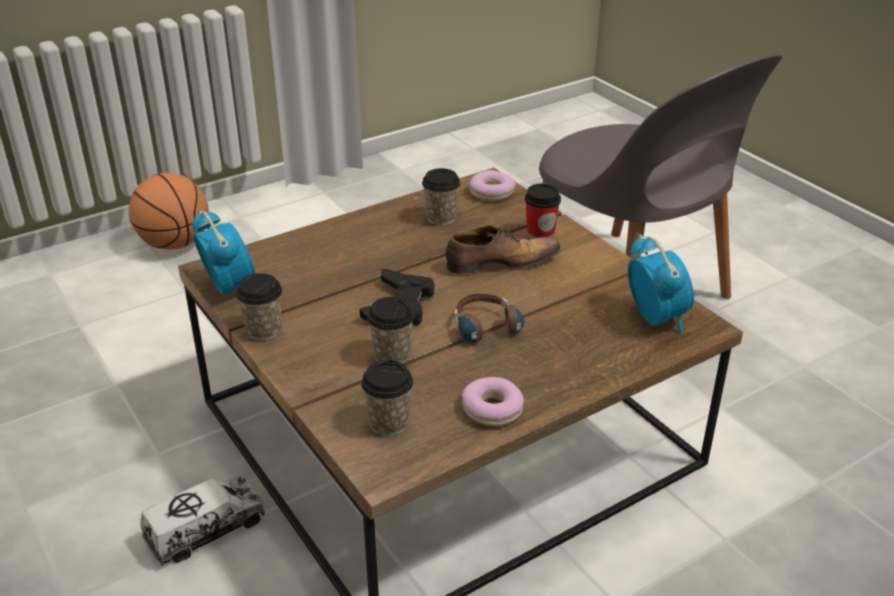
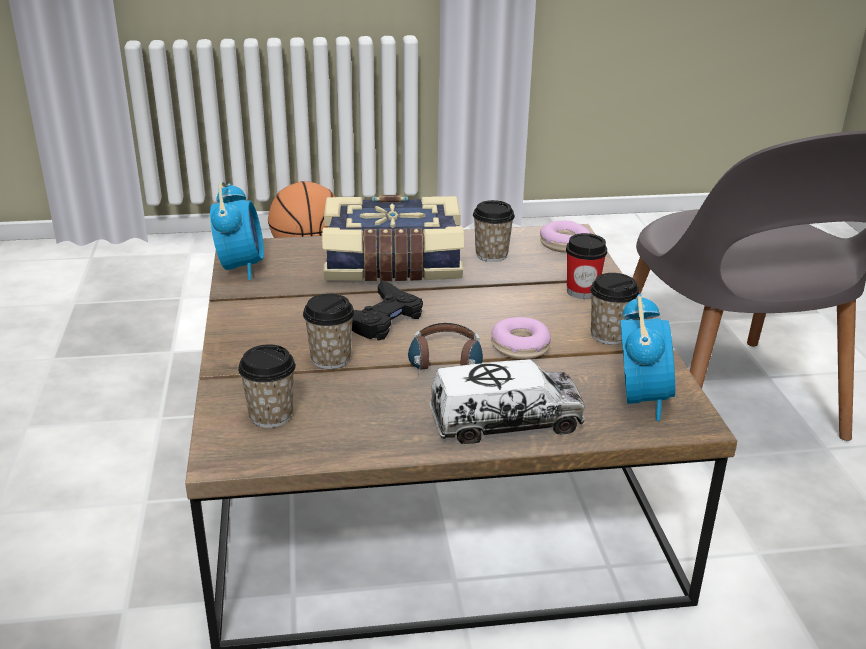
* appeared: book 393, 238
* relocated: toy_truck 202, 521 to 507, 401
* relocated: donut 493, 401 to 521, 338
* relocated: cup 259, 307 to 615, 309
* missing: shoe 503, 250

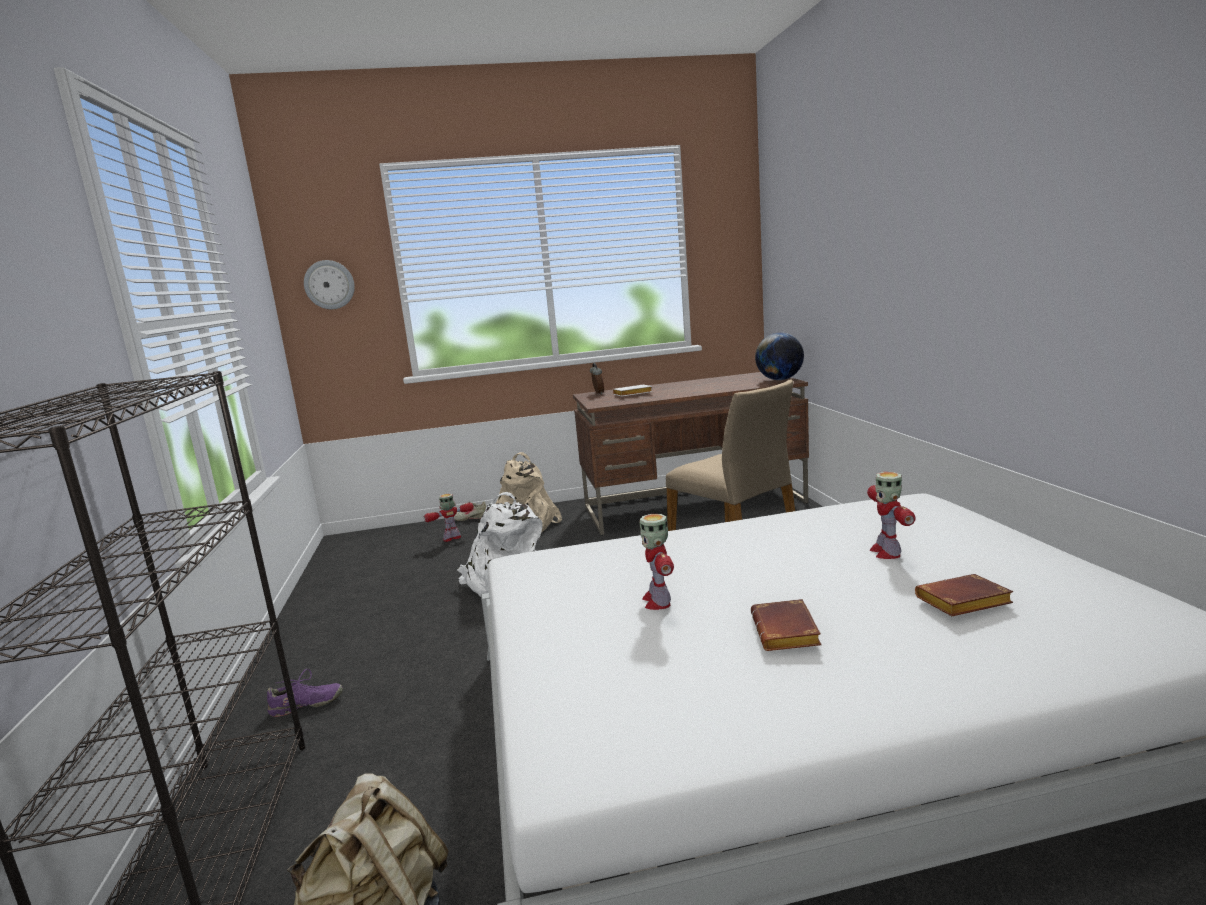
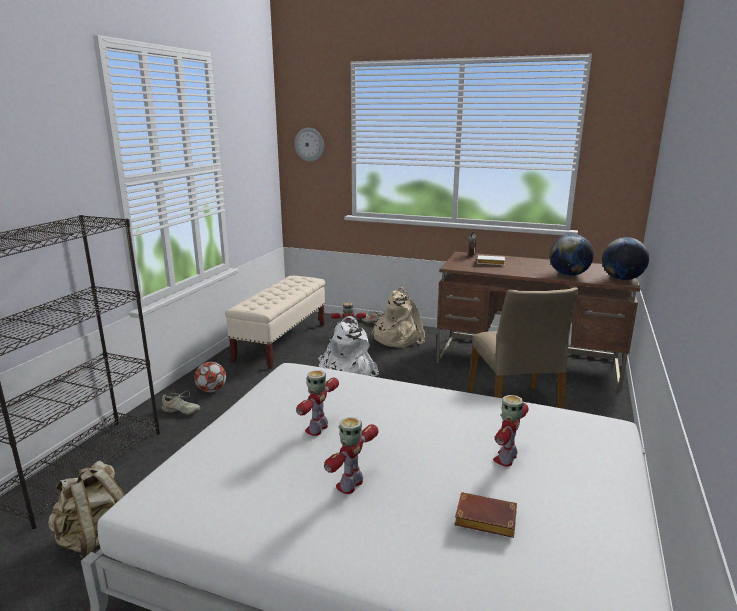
* colour: purple_shoe 305, 693 to beige_shoe 181, 403
* appeared: football 210, 377
* appeared: beige_bench 275, 322
* exchanged: brown_book 786, 625 to toy_robot 351, 455
* appeared: globe 571, 255

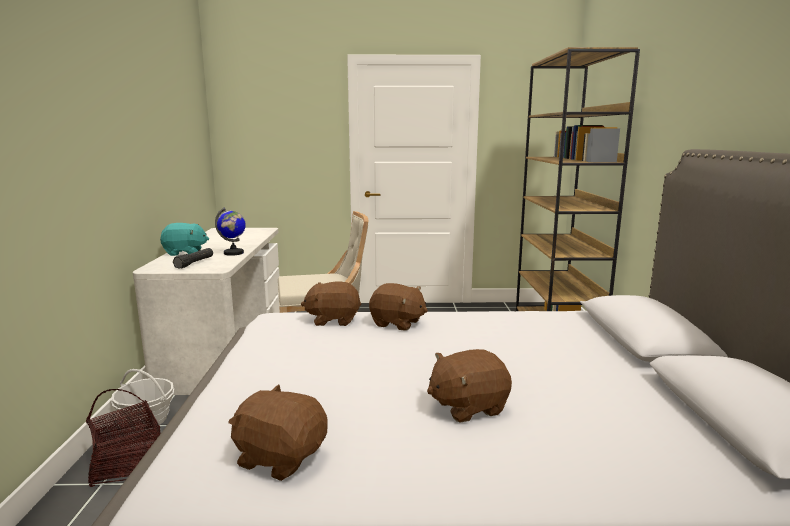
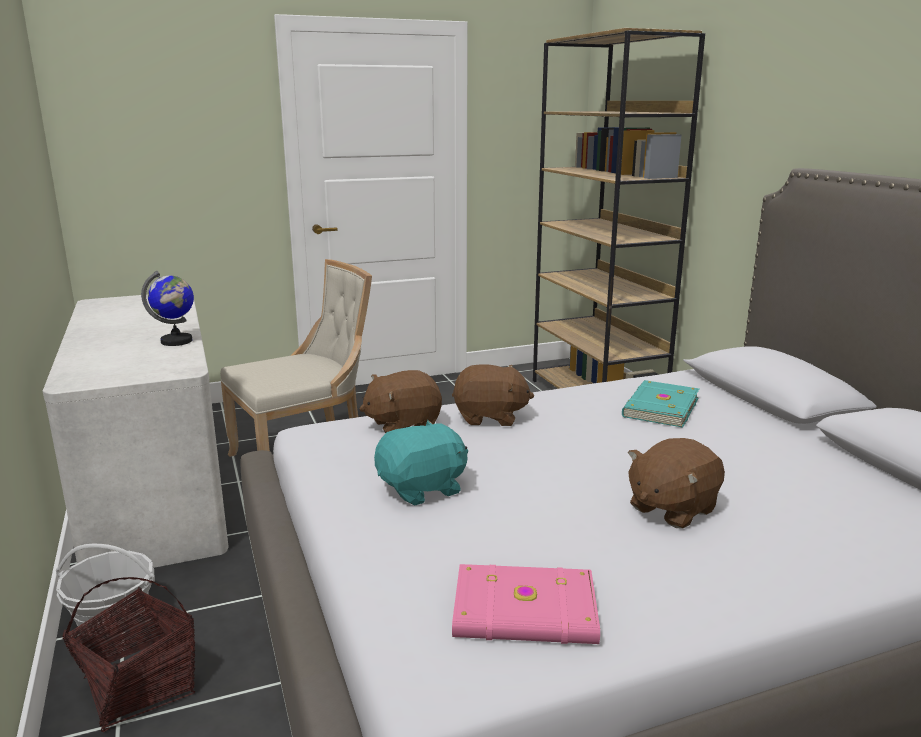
* relocated: turquoise_plush_toy 184, 239 to 421, 462
* exchanged: brown_plush_toy 277, 432 to pink_book 526, 604
* appeared: turquoise_book 660, 404
* missing: black_flashlight 193, 258

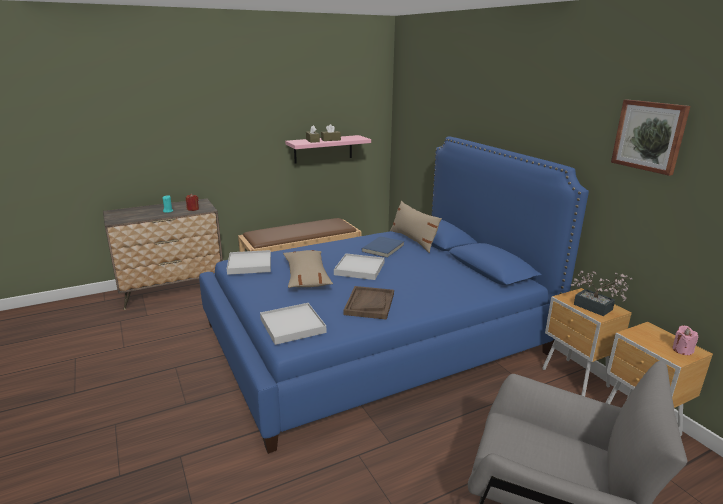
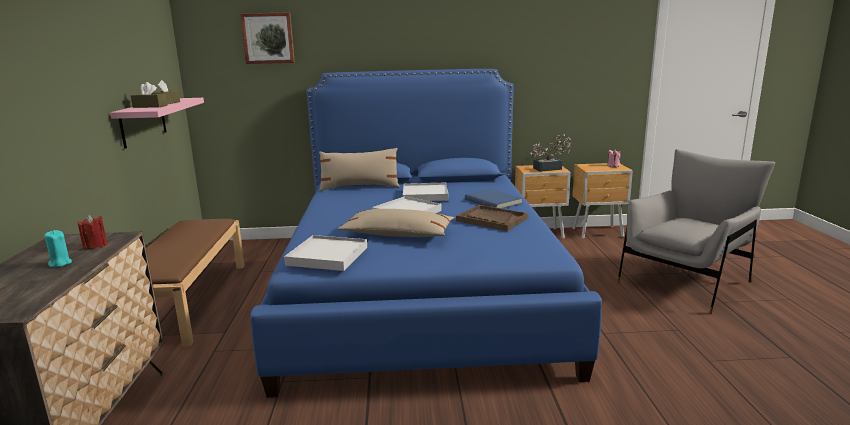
* relocated: picture 651, 137 to 267, 38
* relocated: white_tray 293, 324 to 425, 192
* relocated: blue_book 382, 247 to 493, 199

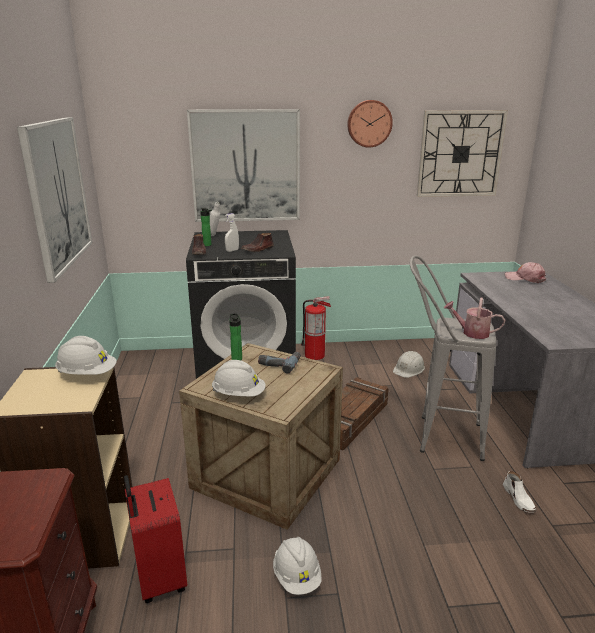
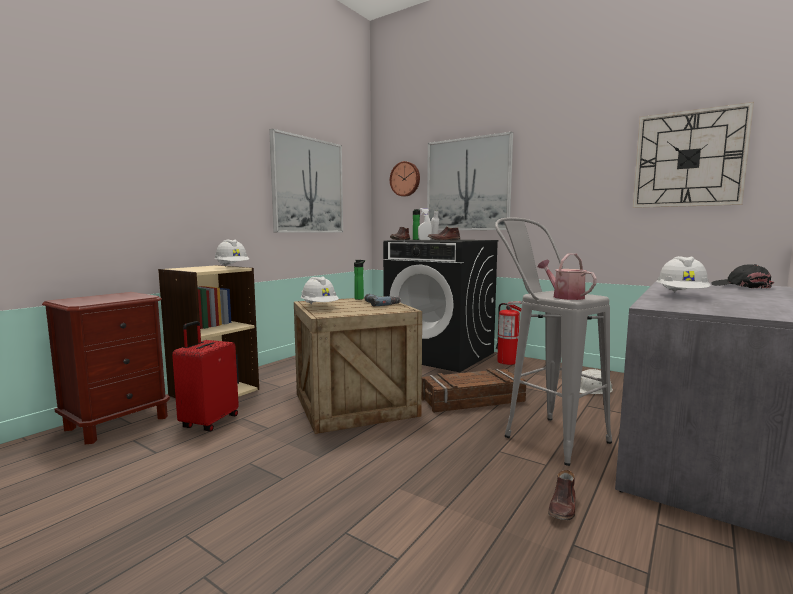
* relocated: wall_clock 370, 124 to 405, 179
* colour: white_shoe 519, 491 to brown_shoe 561, 495
* relocated: white_hard_hat 297, 566 to 683, 274
* colour: pink_cap 525, 272 to black_cap 742, 276

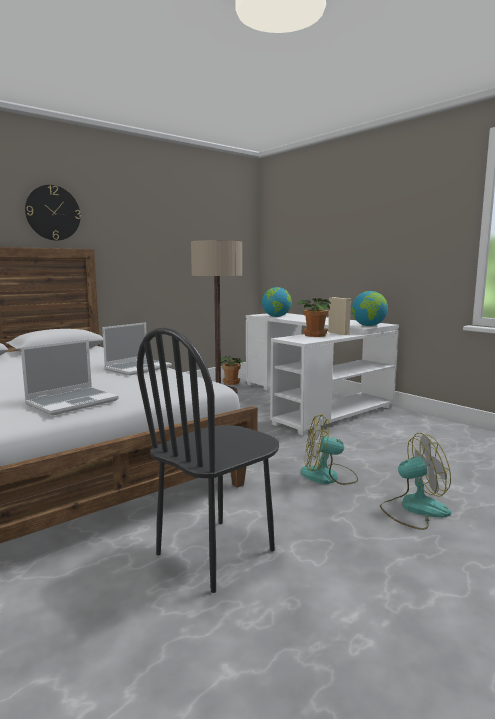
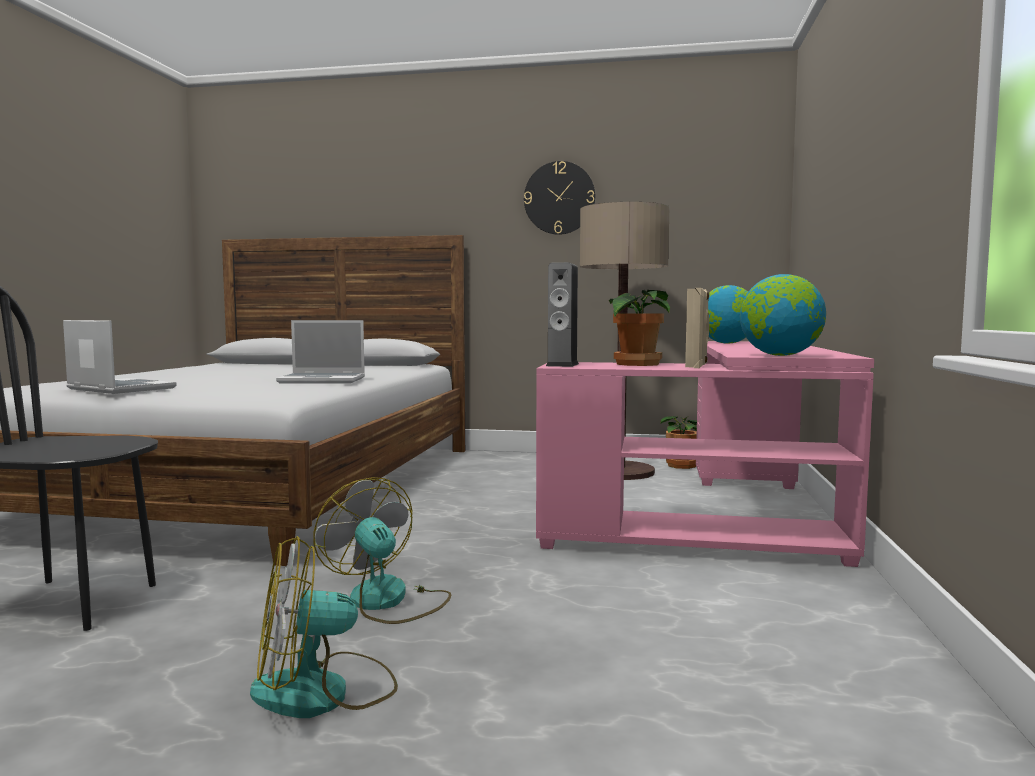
* spun: laptop 70, 377 = 120, 357 150 degrees counterclockwise
* spun: fan 415, 481 = 324, 627 120 degrees clockwise
* relocated: wall_clock 53, 212 to 559, 198
* colour: white_desk 322, 374 to pink_desk 705, 454
* appeared: speaker 562, 314

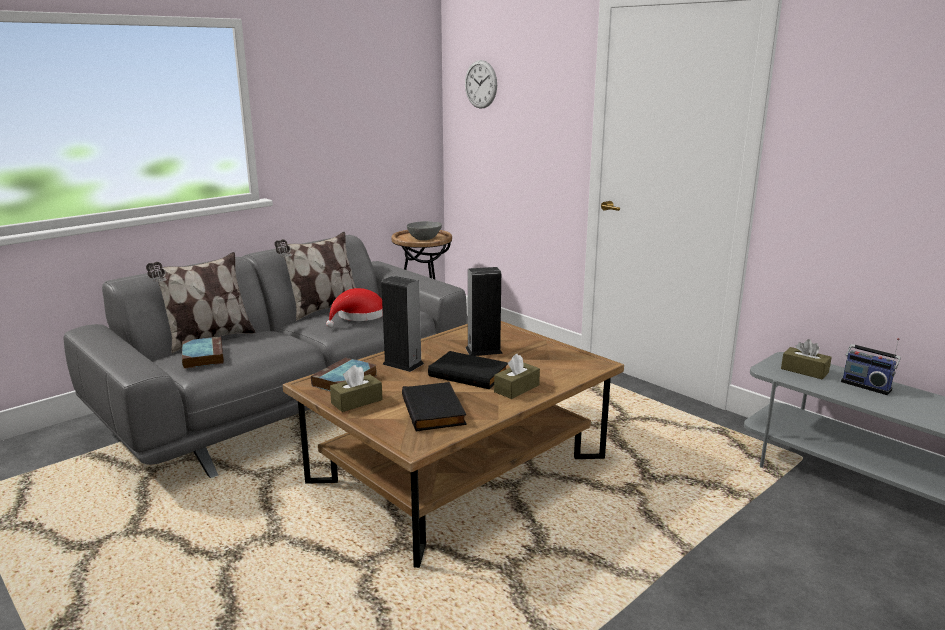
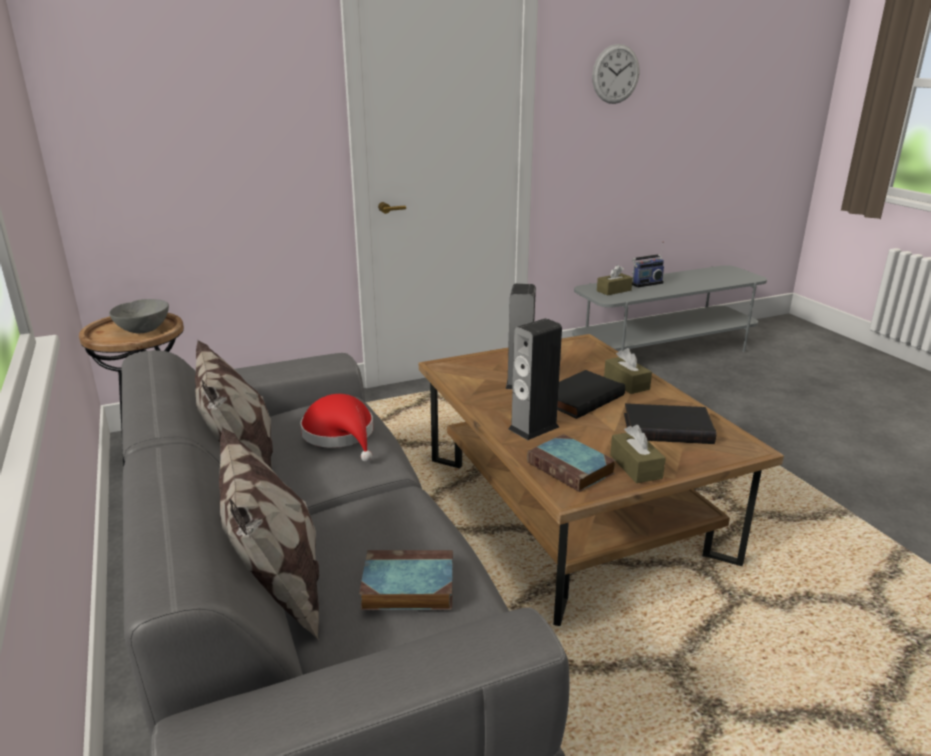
* relocated: wall_clock 481, 84 to 615, 74

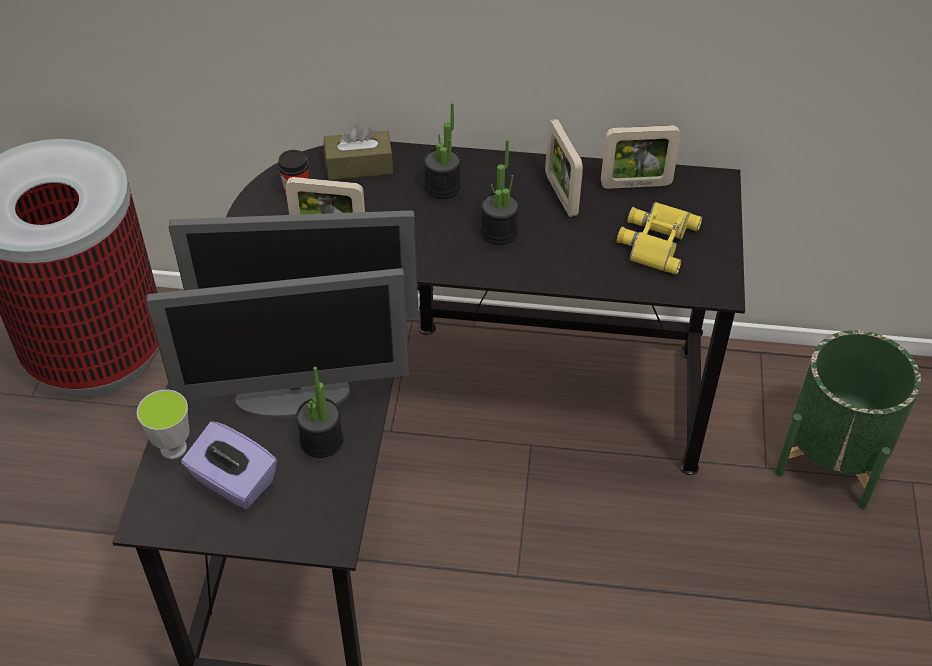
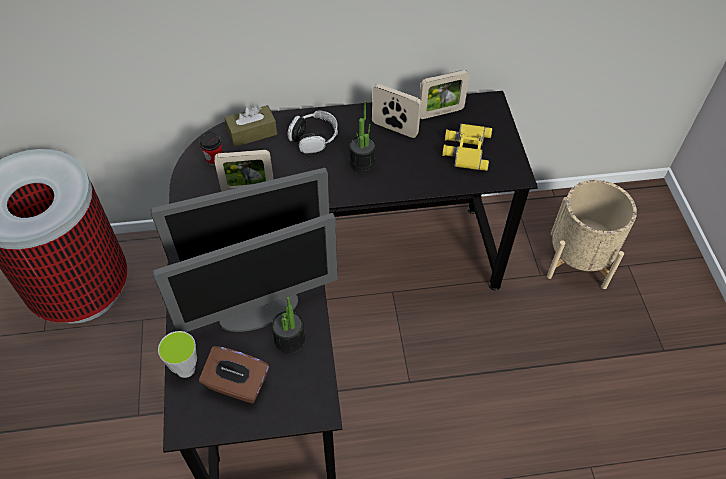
* colour: purple_tissue_box 229, 465 to brown_tissue_box 234, 375
* exchanged: potted_plant 442, 150 to headphones 313, 132
* spun: picture_frame 564, 168 = 396, 111 150 degrees clockwise
* colour: green_planter 848, 419 to beige_planter 592, 234

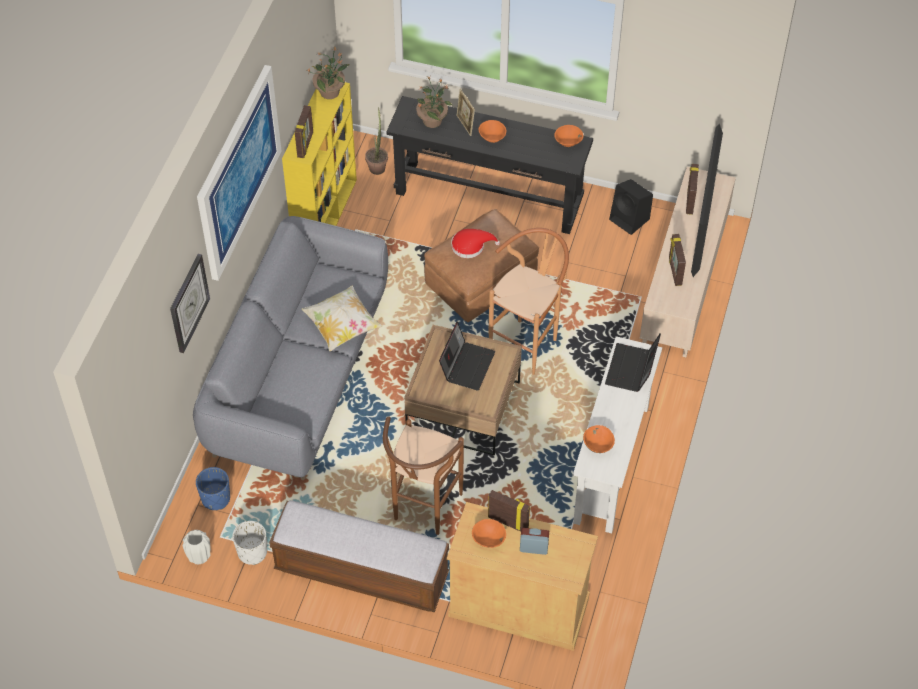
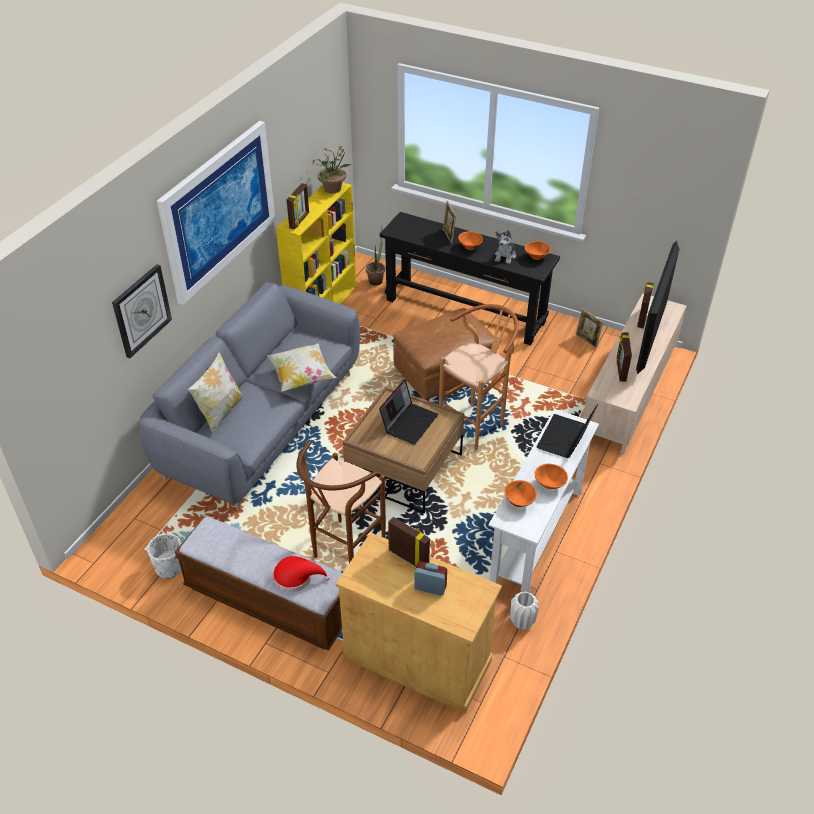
* appeared: pillow 215, 393
* relocated: red_hat 475, 243 to 301, 574
* appeared: plush_toy 505, 247
* relocated: white_vase 196, 547 to 525, 610
* relocated: orange_bowl 489, 533 to 551, 476
* exchanged: black_speaker 631, 207 to picture_frame 589, 328
* missing: blue_planter 213, 488
* missing: potted_plant 434, 102

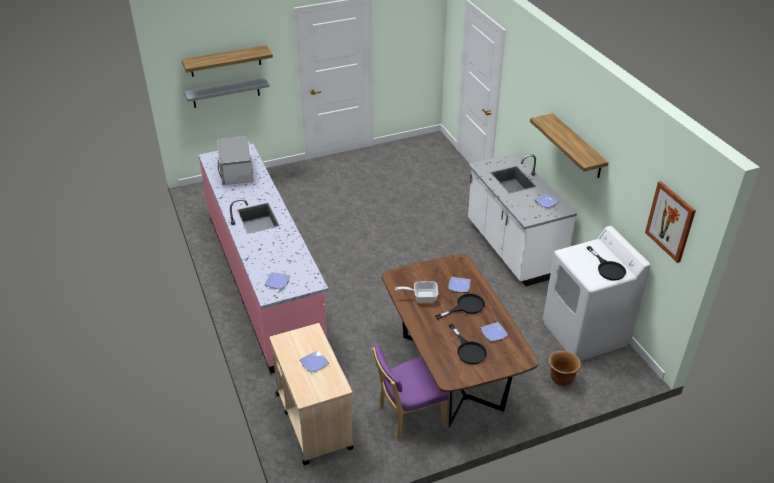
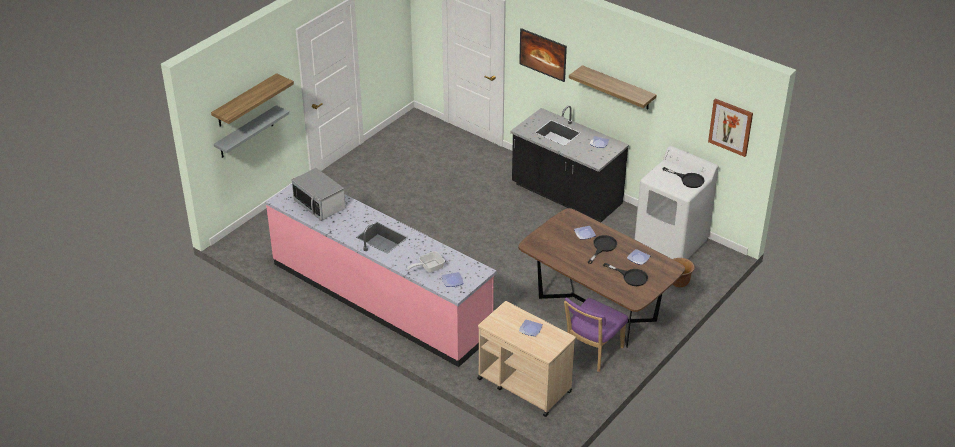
* relocated: frying_pan 416, 291 to 426, 262
* colour: white_counter 522, 219 to black_counter 569, 163
* appeared: picture 543, 55

